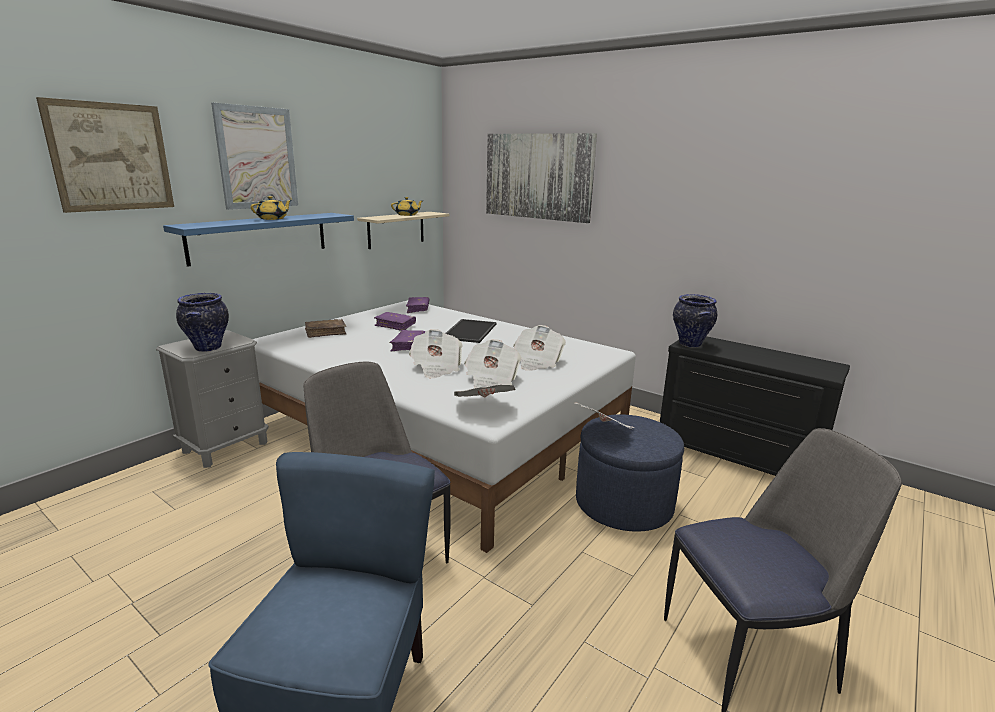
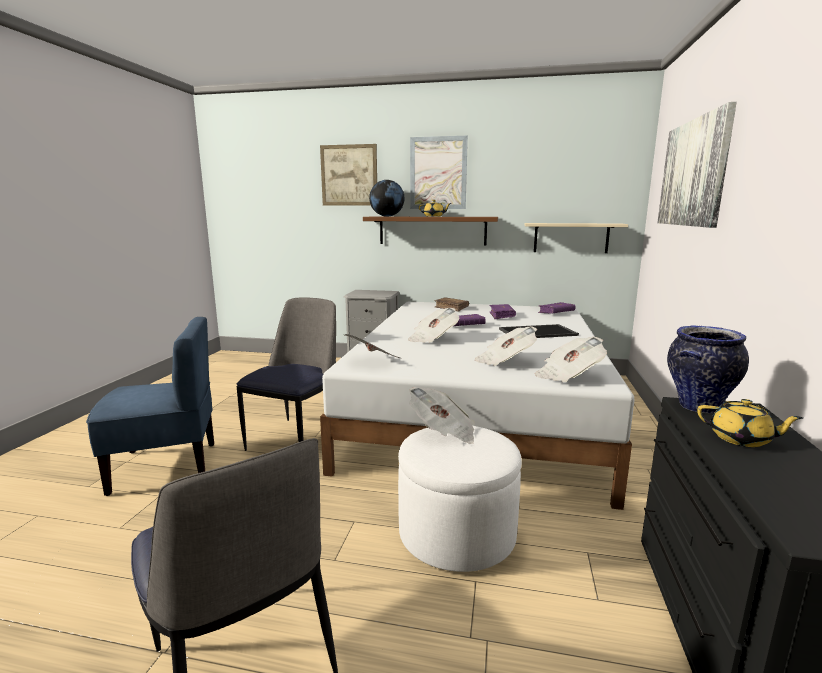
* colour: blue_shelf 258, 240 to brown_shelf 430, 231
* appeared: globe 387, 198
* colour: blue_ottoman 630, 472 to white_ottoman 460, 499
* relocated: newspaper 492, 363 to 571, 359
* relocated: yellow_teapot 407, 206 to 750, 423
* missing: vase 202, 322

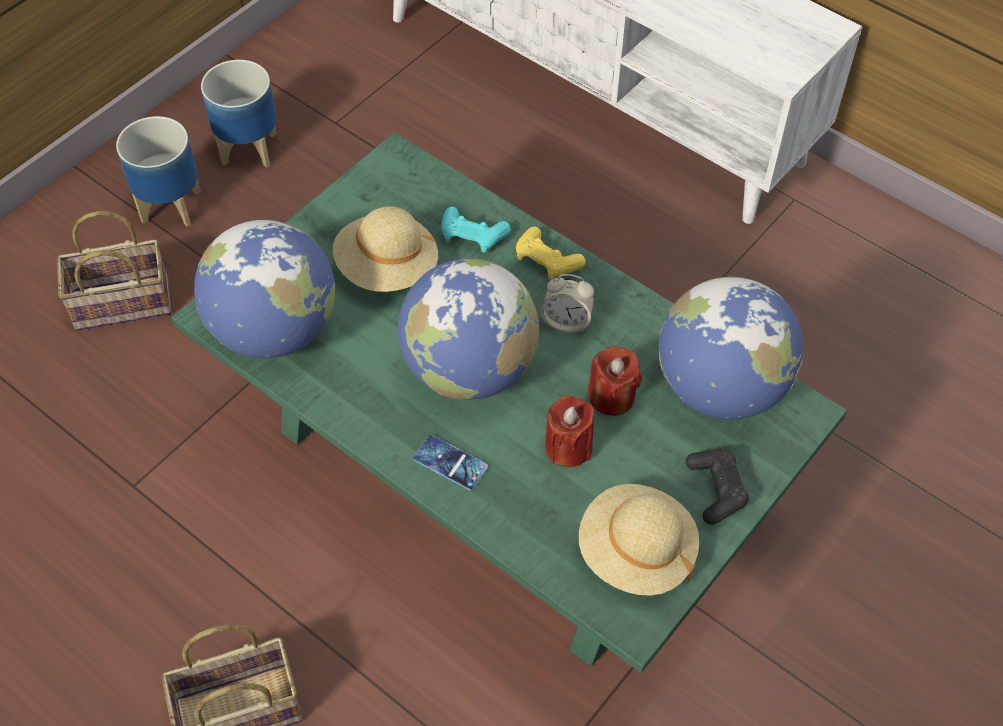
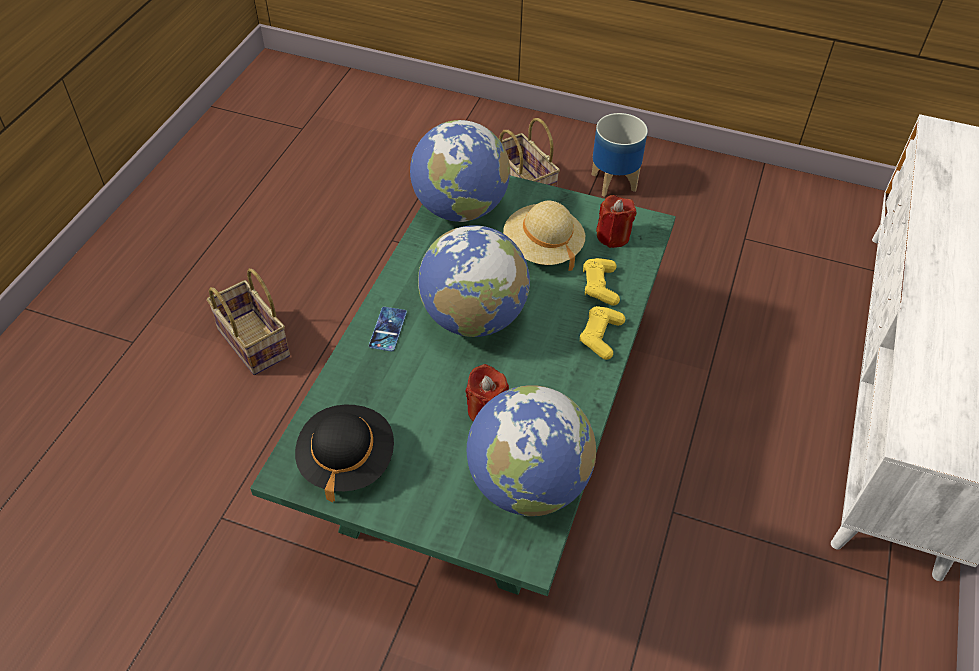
* colour: beige_hat 639, 539 to black_hat 344, 454
* colour: turquoise_game_controller 476, 230 to yellow_game_controller 601, 282
* relocated: red_candle 570, 431 to 616, 221
* missing: planter 239, 114
* missing: alarm_clock 567, 303
* missing: black_game_controller 717, 487

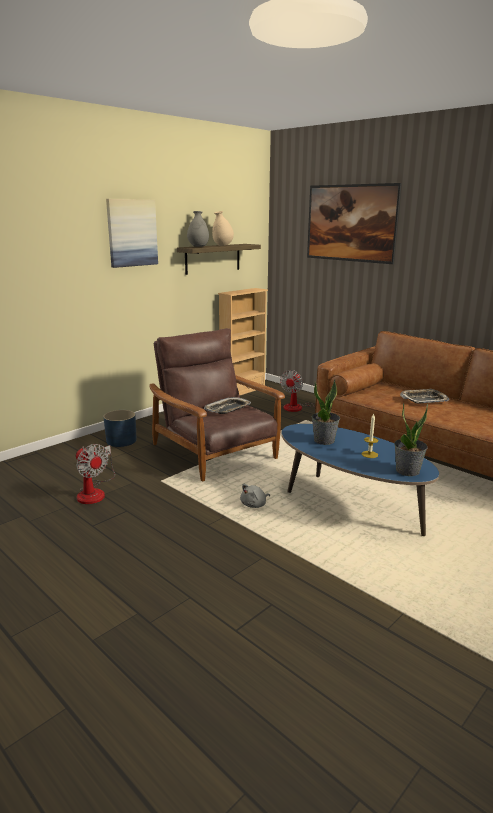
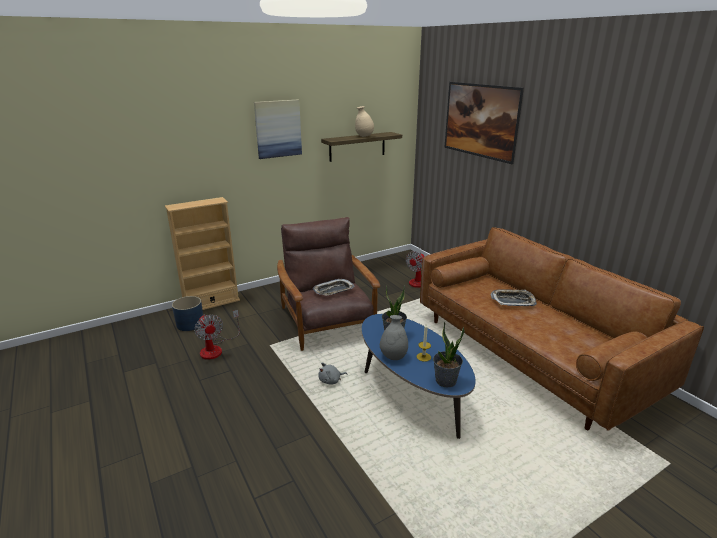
* relocated: beige_bookcase 243, 341 to 202, 253
* relocated: blue_planter 119, 428 to 187, 313
* relocated: grey_vase 198, 229 to 394, 337

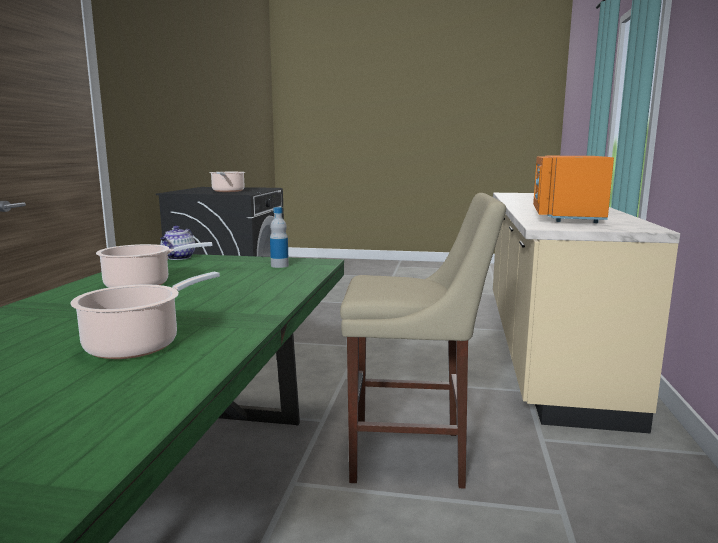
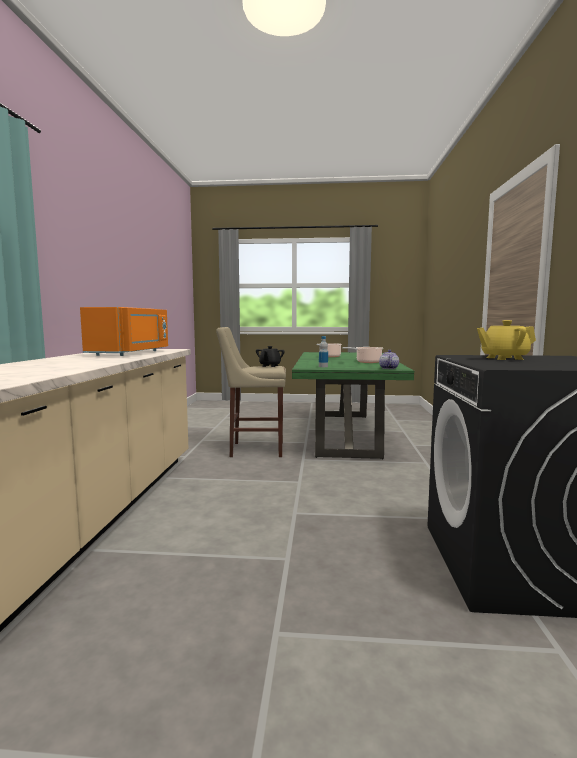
* appeared: black_teapot 270, 356
* exchanged: cooking_pot 227, 182 to yellow_teapot 506, 340

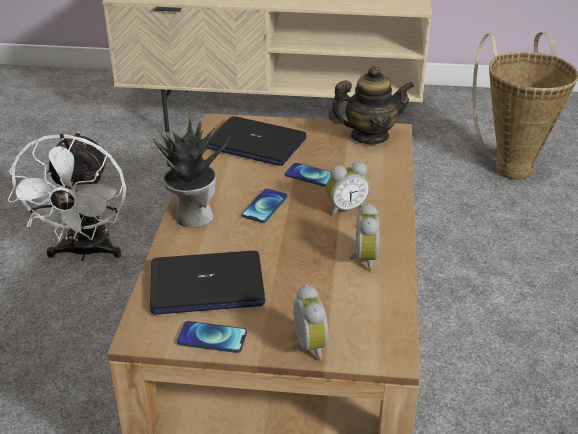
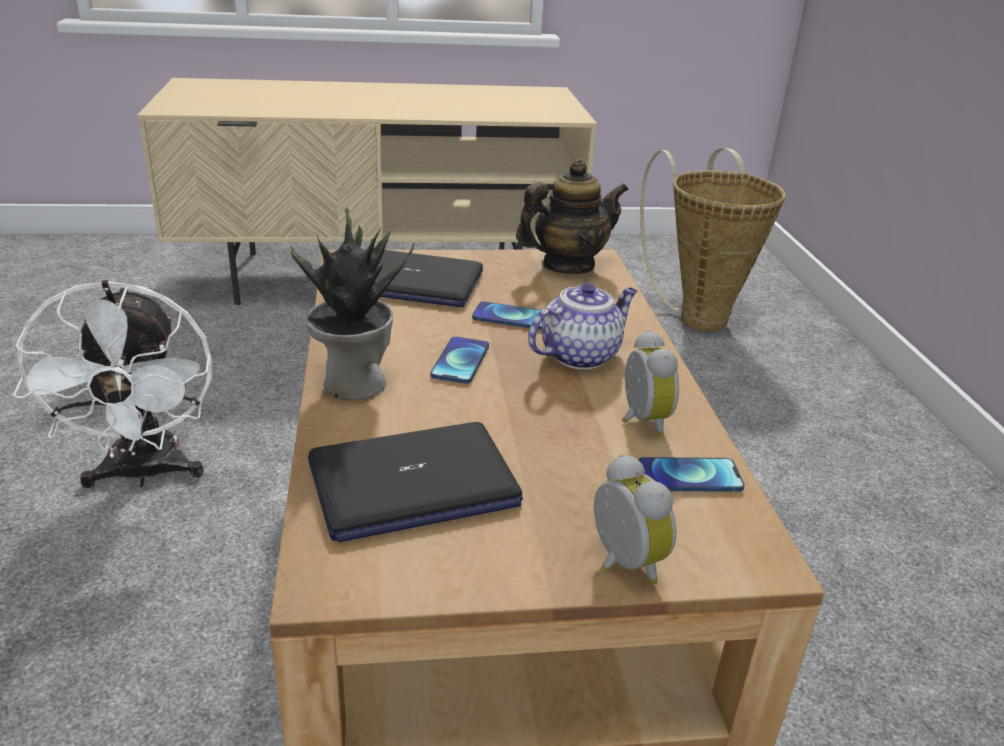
* exchanged: alarm_clock 348, 188 to teapot 582, 326
* relocated: phone 212, 337 to 691, 474

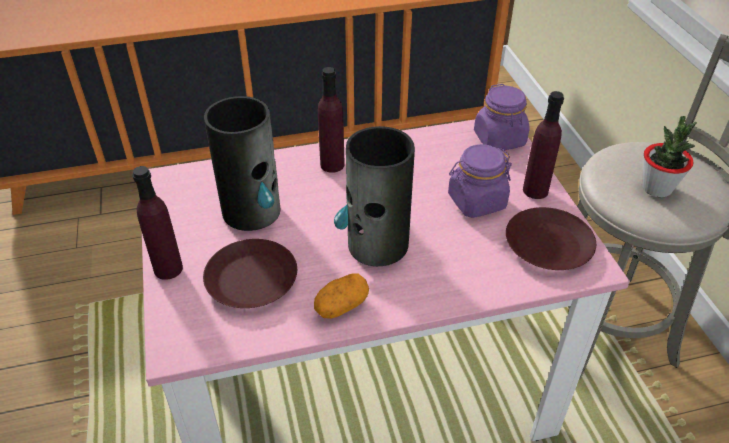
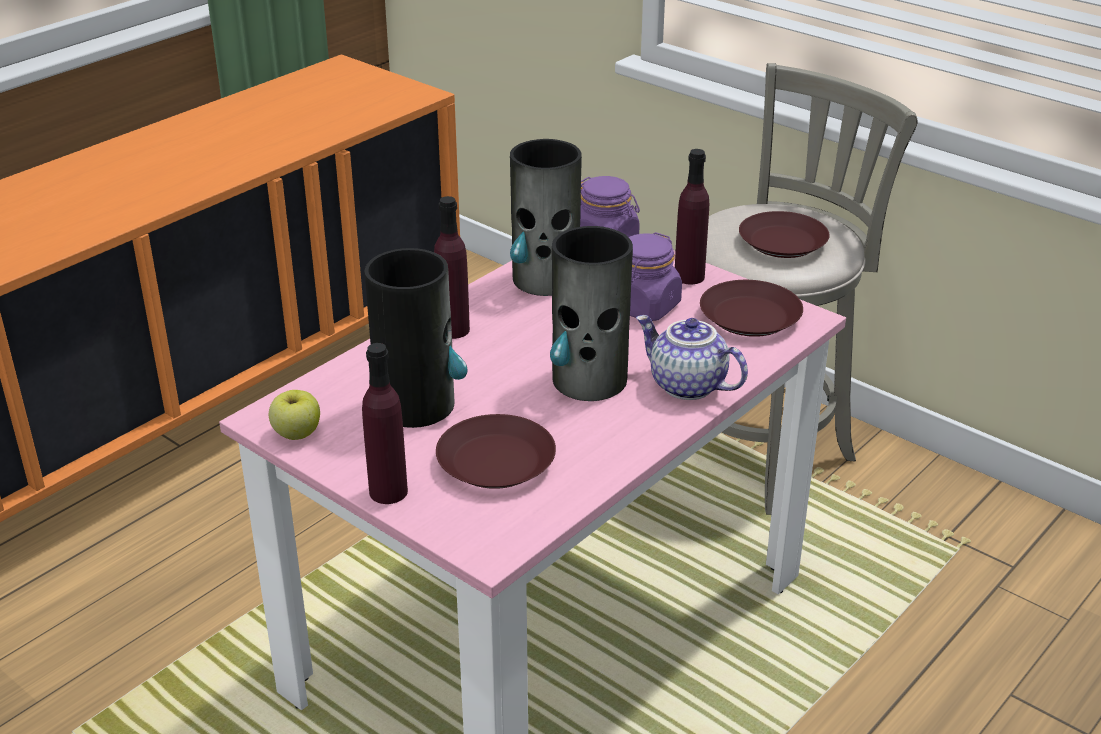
* appeared: apple 294, 415
* appeared: vase 546, 217
* appeared: teapot 692, 357
* exchanged: potted_plant 669, 157 to brown_plate 784, 234
* missing: potato 341, 296

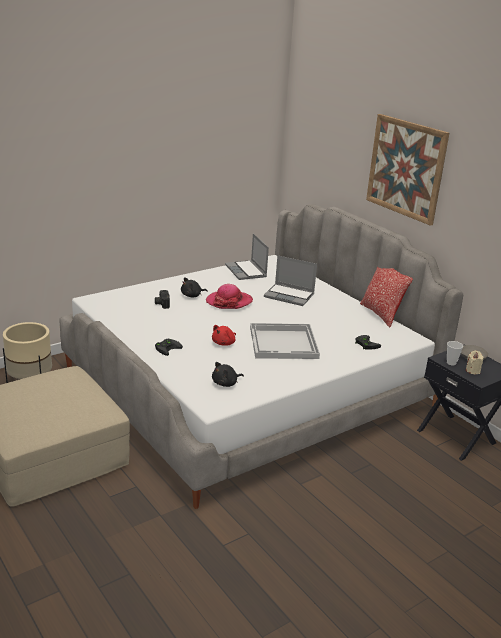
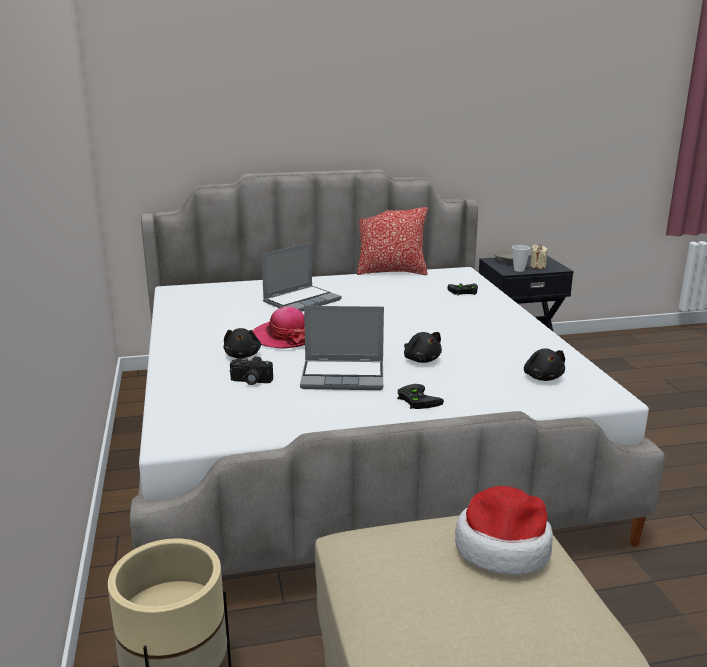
* relocated: laptop 247, 257 to 342, 348
* colour: red_plush_toy 224, 335 to black_plush_toy 423, 347
* appeared: hat 504, 530
* missing: white_tray 285, 341
* missing: picture 407, 170

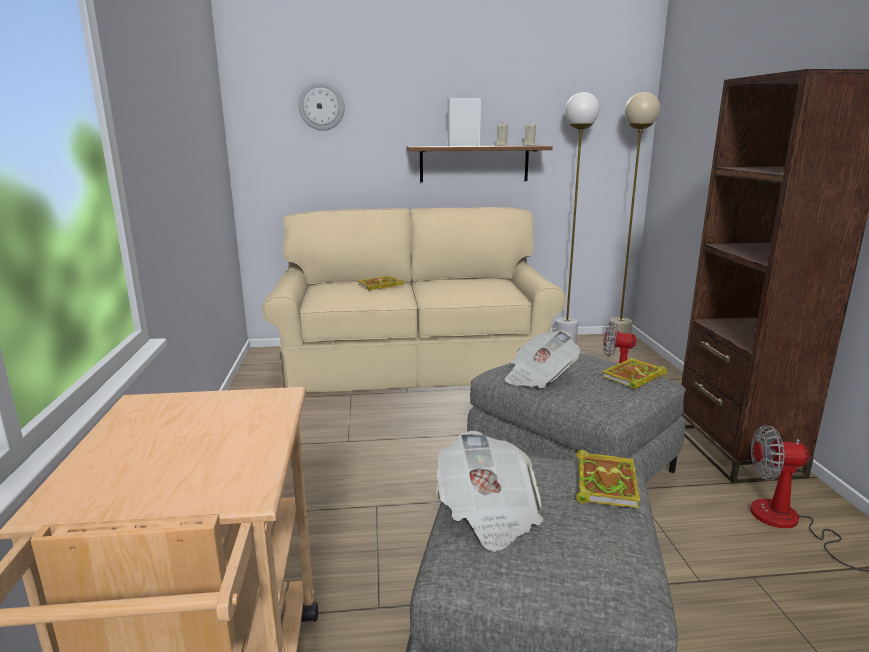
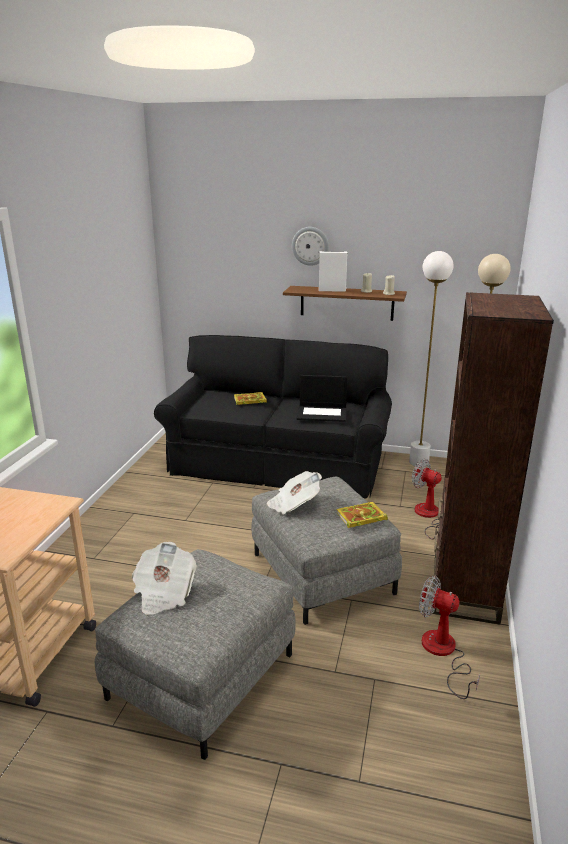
* colour: beige_sofa 414, 300 to black_sofa 273, 416
* relocated: wall_clock 321, 106 to 310, 246
* appeared: laptop 322, 398
* missing: book 608, 479

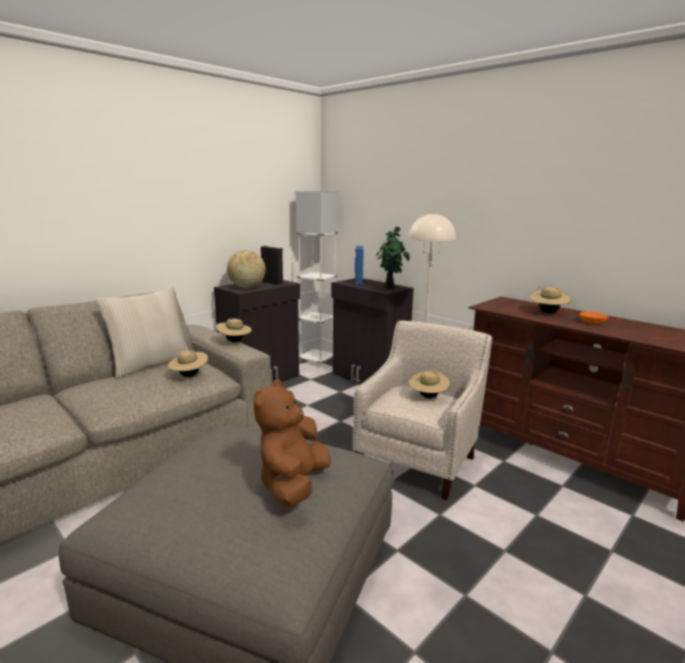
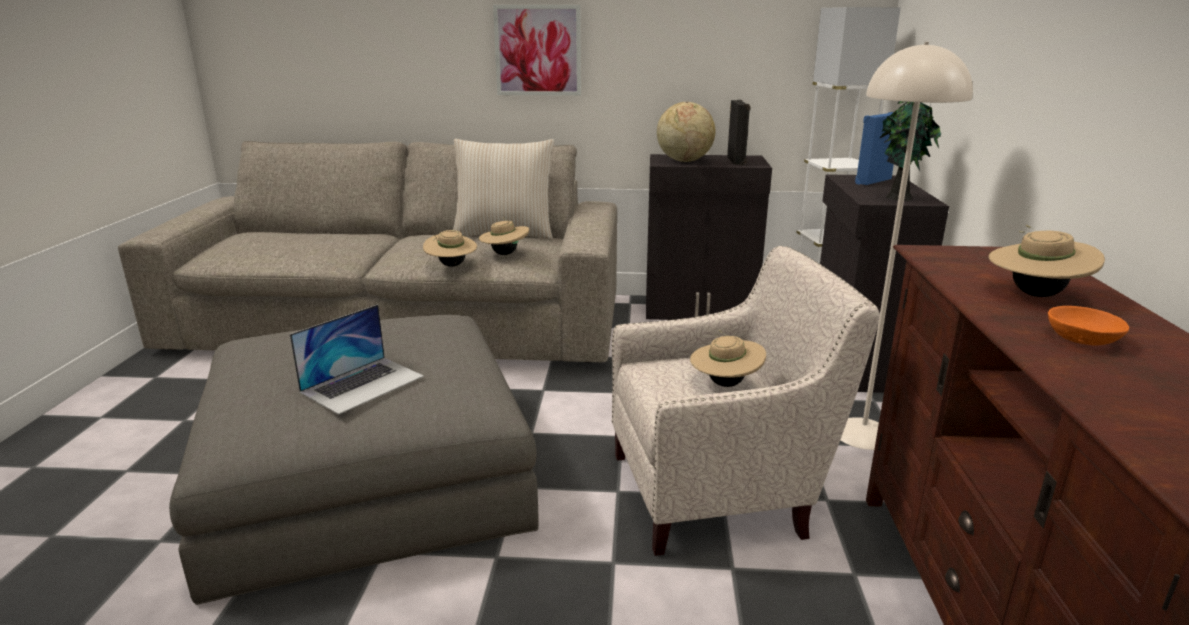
* exchanged: brown_plush_toy 292, 443 to laptop 357, 359
* relocated: beige_hat 234, 330 to 450, 248
* appeared: picture 537, 50

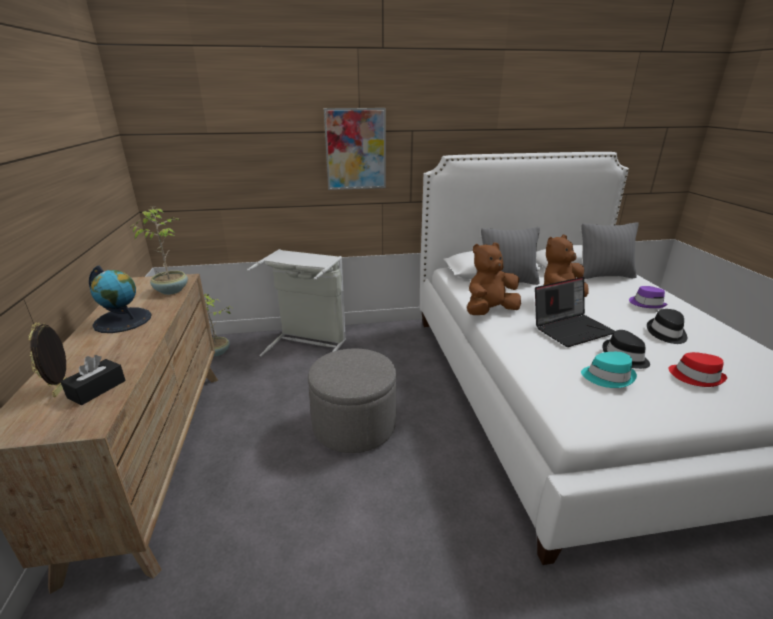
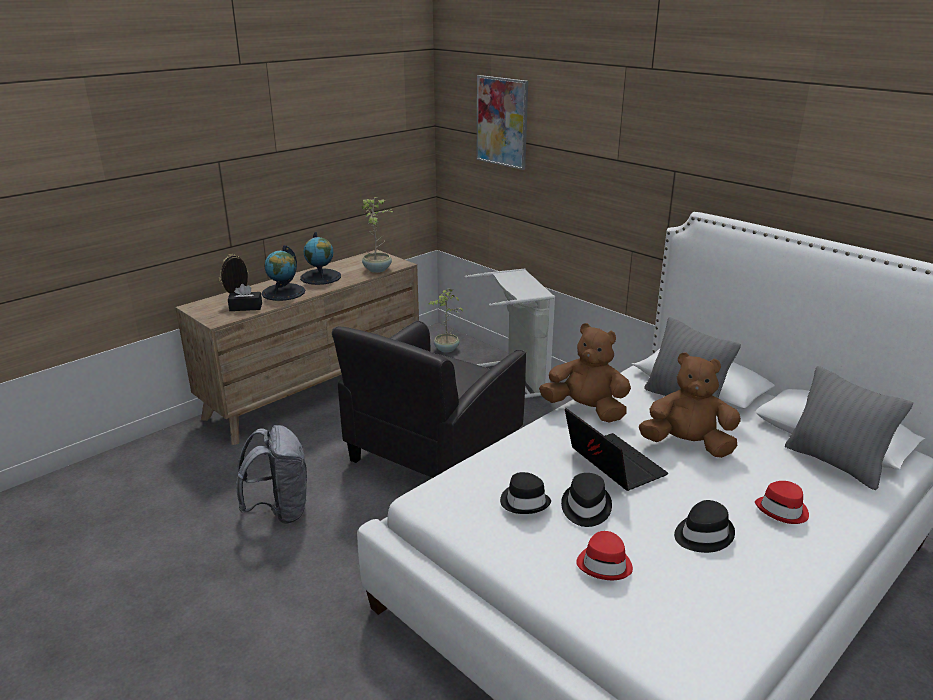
* appeared: grey_backpack 272, 474
* appeared: globe 283, 273
* exchanged: grey_ottoman 352, 401 to black_armchair 429, 399
* relocated: picture 355, 149 to 502, 122
* colour: turquoise_hat 609, 370 to black_hat 525, 493
* spun: laptop 575, 312 = 616, 449 150 degrees counterclockwise
* colour: purple_hat 648, 297 to red_hat 782, 502

